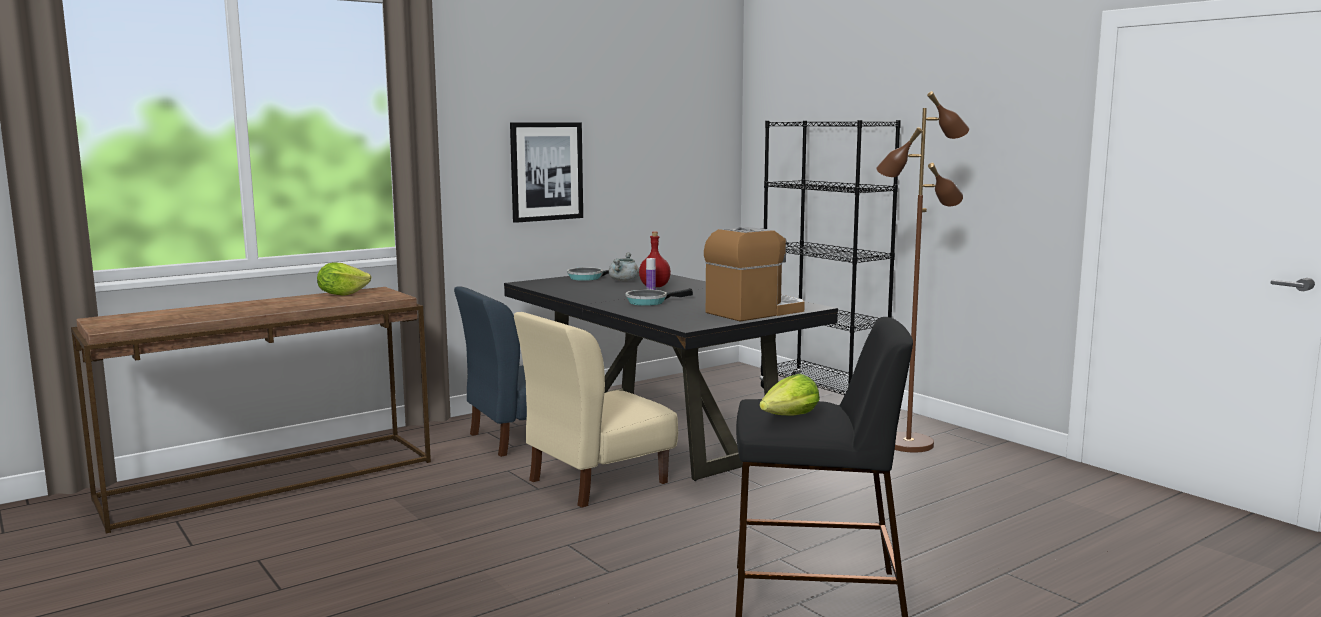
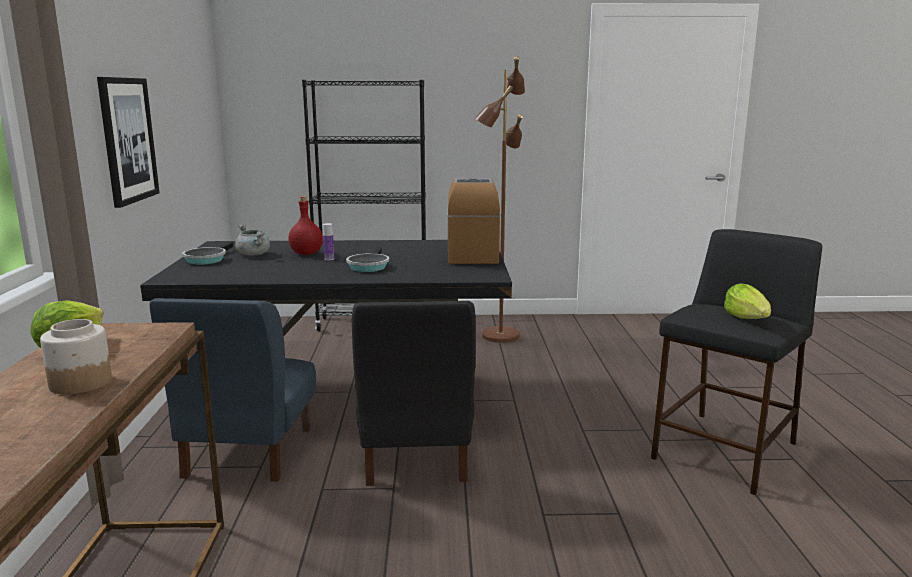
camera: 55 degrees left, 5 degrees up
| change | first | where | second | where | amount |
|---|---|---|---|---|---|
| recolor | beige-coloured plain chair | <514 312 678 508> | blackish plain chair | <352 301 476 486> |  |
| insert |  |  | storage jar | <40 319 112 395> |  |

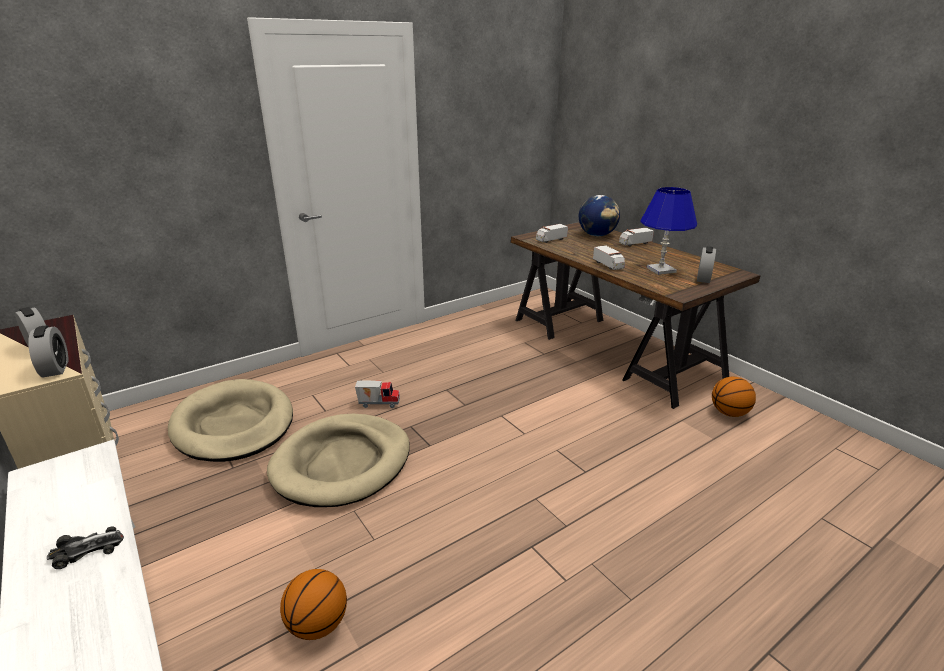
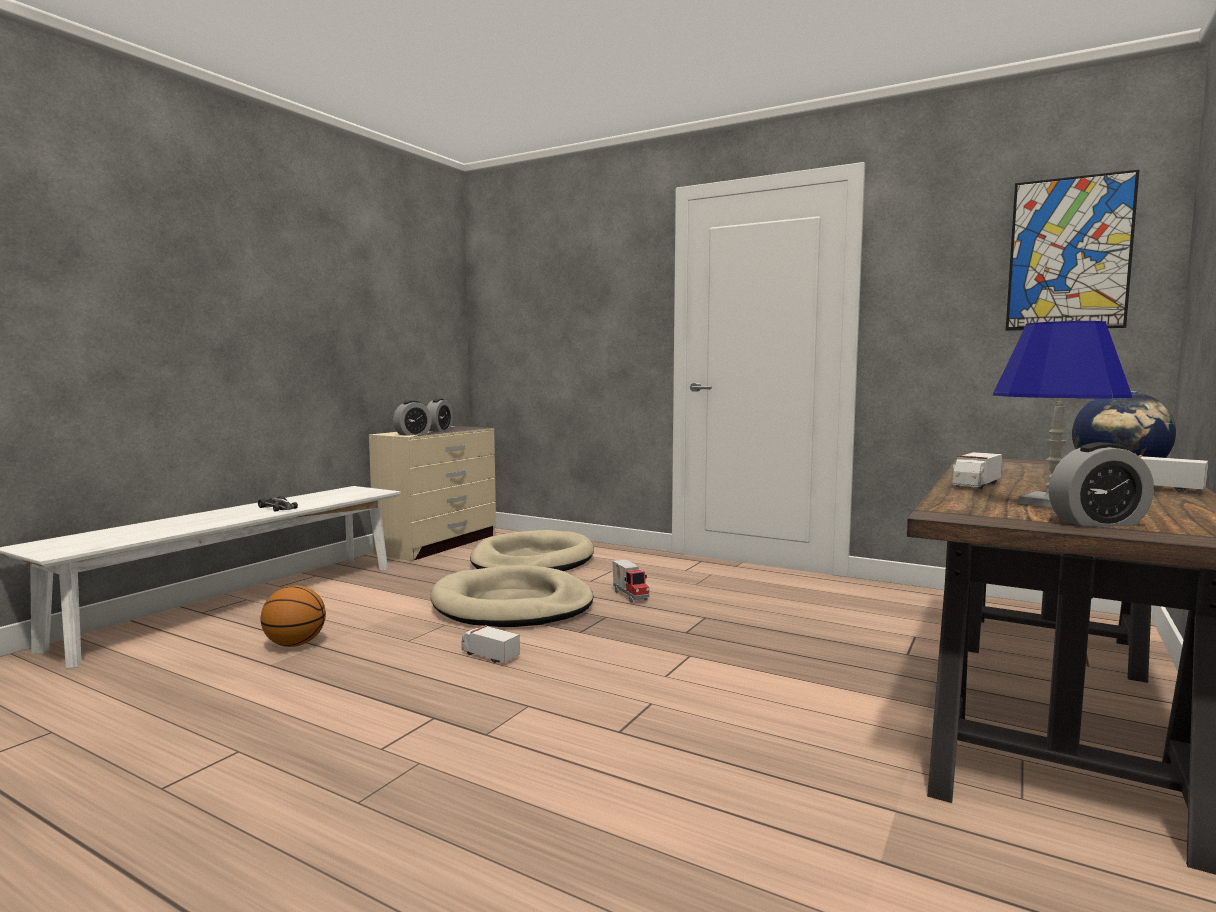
camera: 65 degrees right, 20 degrees down
| change | first | where | second | where | amount |
|---|---|---|---|---|---|
| move | model truck | <536 224 568 243> |  | <461 625 520 663> |  |
| delete | ball for basketball | <712 377 756 417> |  |  |  |
| insert |  |  | wall art | <1006 169 1140 331> |  |

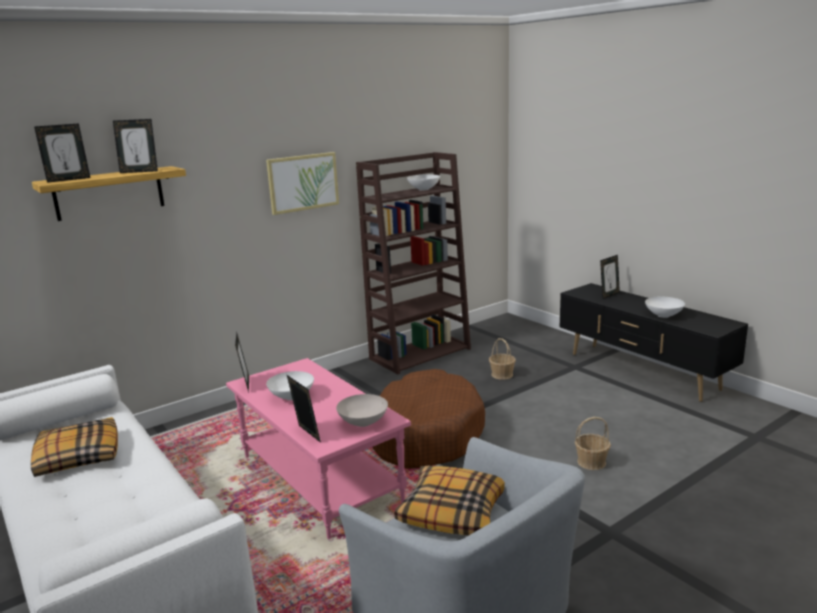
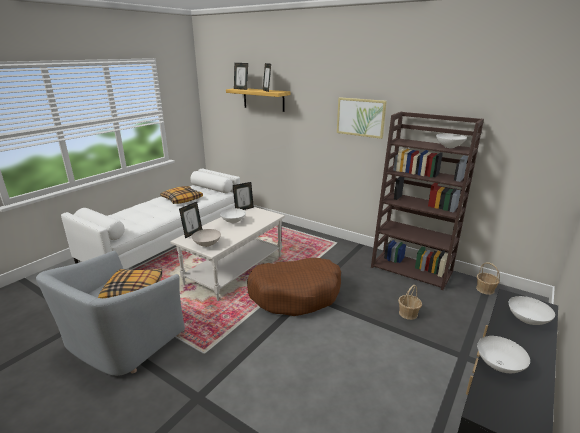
camera: 70 degrees right, 5 degrees up
| change | first | where | second | where | amount |
|---|---|---|---|---|---|
| replace | picture frame | <600 255 620 299> | white-coloured serving bowl | <509 296 555 325> |  |
| recolor | pink low table | <226 358 411 539> | white-coloured low table | <170 207 285 301> |  |
| move | basket | <575 417 611 470> |  | <476 262 500 295> |  |

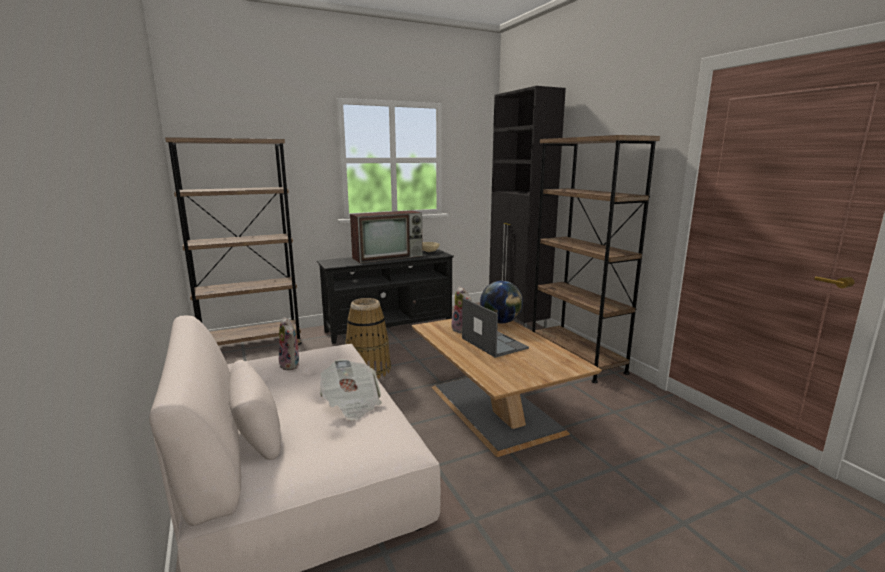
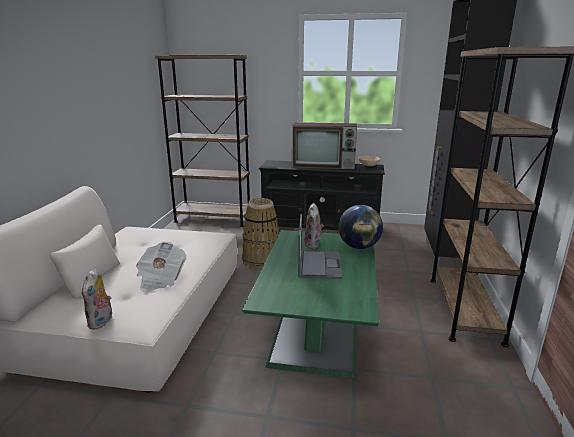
camera: 35 degrees right, 5 degrees up
| change | first | where | second | where | amount |
|---|---|---|---|---|---|
| move | plush toy | <279 317 301 370> |  | <82 268 112 330> |  |
| recolor | brown-coloured low table | <412 319 602 457> | greenish low table | <242 230 379 378> |  |

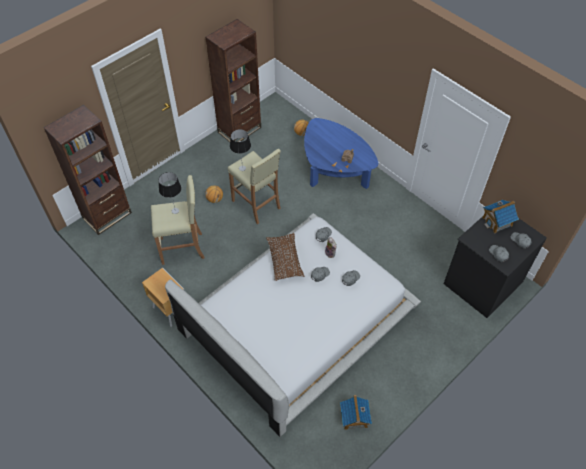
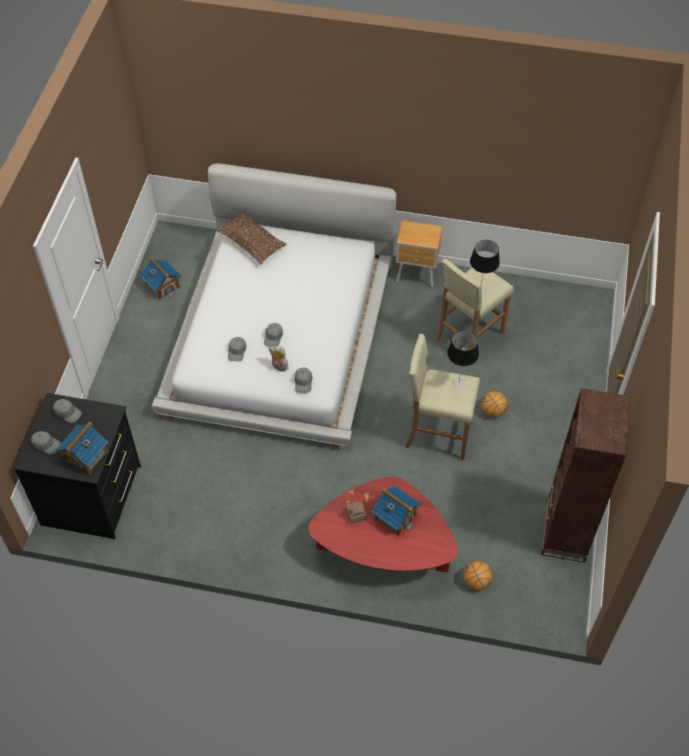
camera: 145 degrees right, 0 degrees up
| change | first | where | second | where | amount |
|---|---|---|---|---|---|
| delete | brown-coloured bookshelf | <44 105 132 235> |  |  |  |
| recolor | blue low table | <304 118 378 189> | red low table | <308 477 458 572> |  |
| move | brown-coloured throw pillow | <266 233 304 281> |  | <217 212 287 264> |  |
| insert |  |  | miniature house | <371 485 421 536> |  |

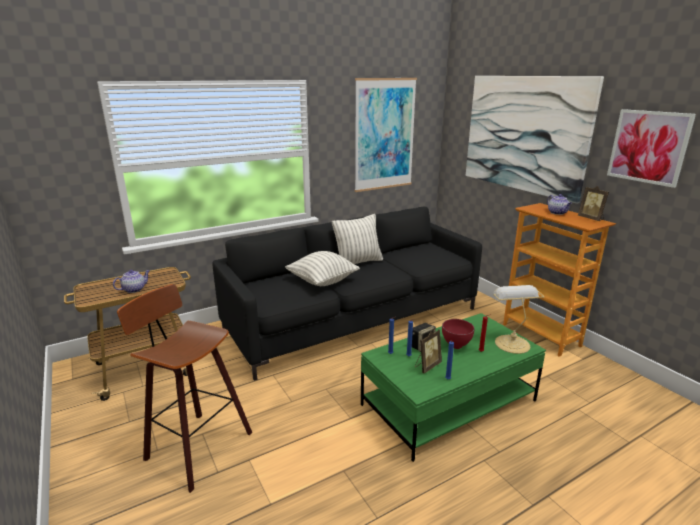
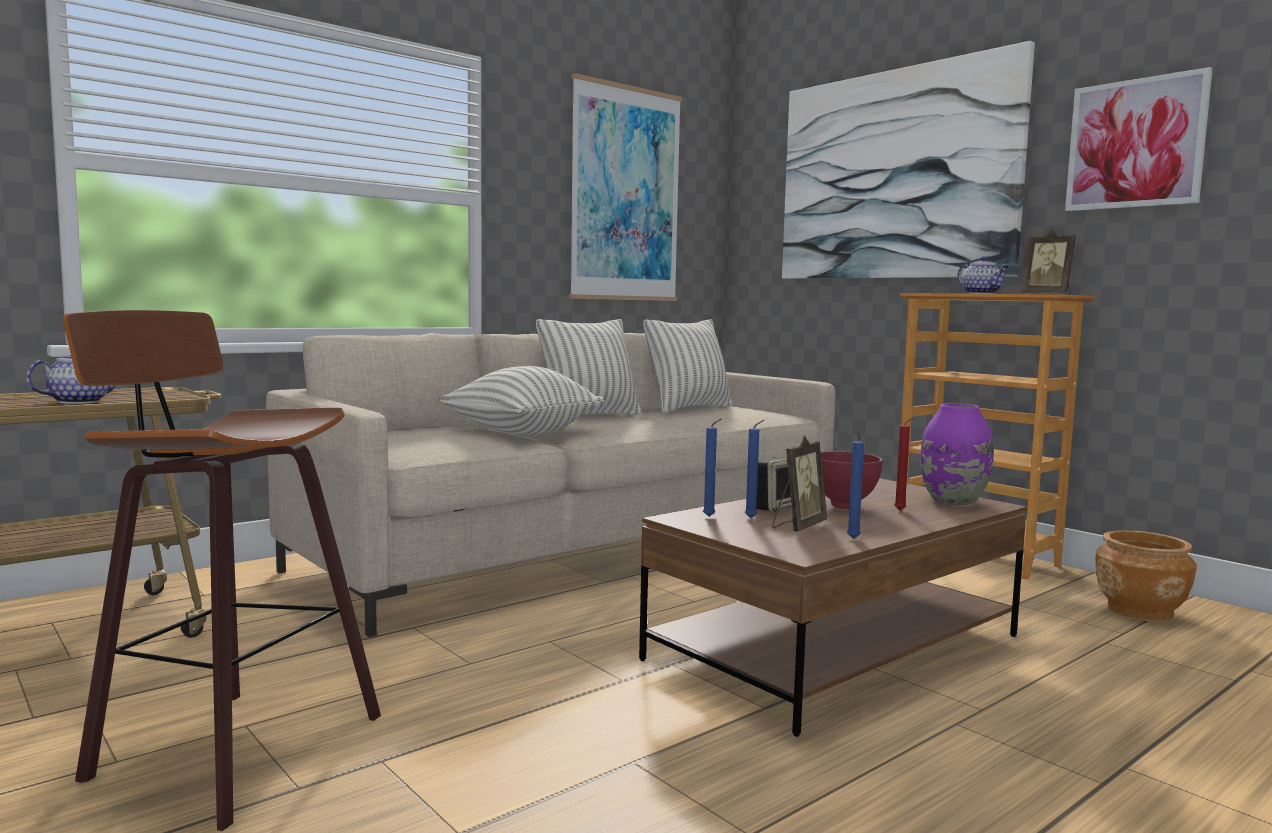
camera: 10 degrees left, 15 degrees down
| change | first | where | second | where | amount |
|---|---|---|---|---|---|
| recolor | blackish sofa | <212 207 482 381> | beige-coloured sofa | <266 333 835 637> |  |
| replace | tabletop lamp | <493 285 544 354> | purple-coloured vase | <920 403 994 506> |  |
| recolor | greenish low table | <361 313 546 462> | brown-coloured low table | <639 478 1027 737> |  |
| insert |  |  | throw pillow | <643 319 732 412> |  |
| insert |  |  | brown-coloured flower pot | <1095 530 1197 622> |  |

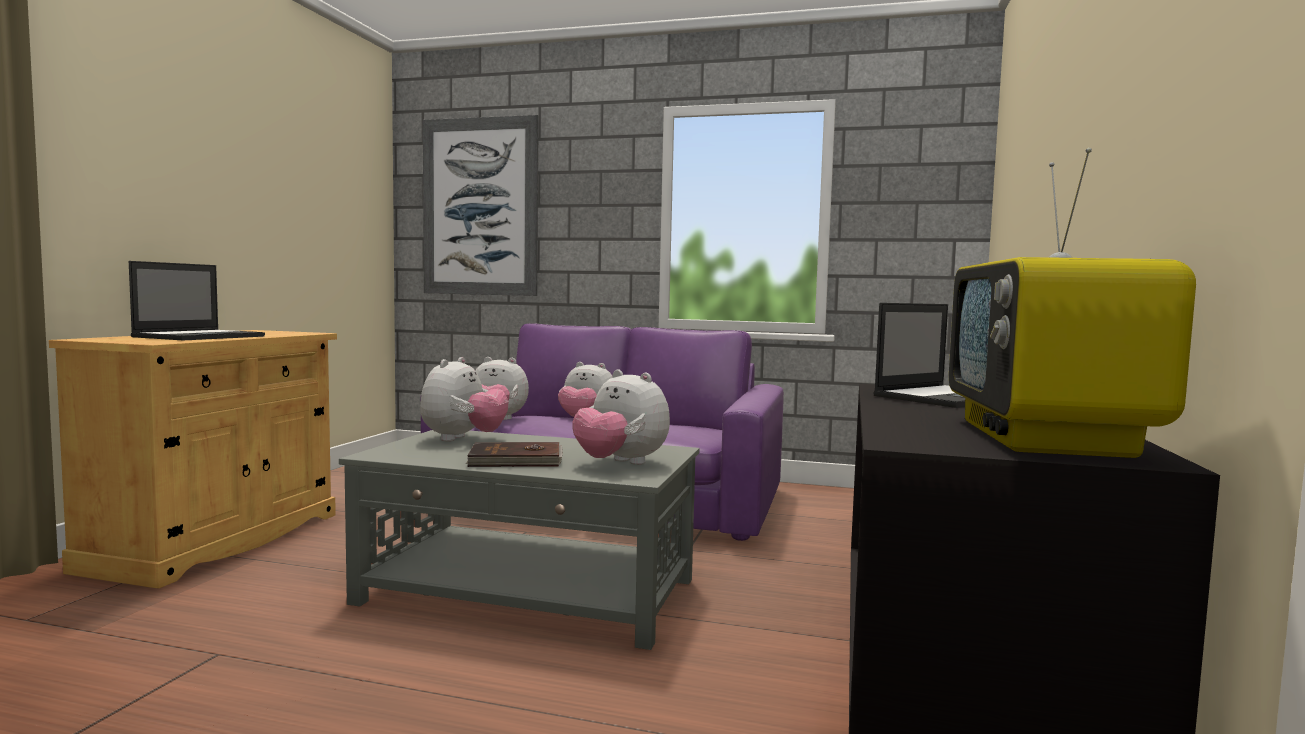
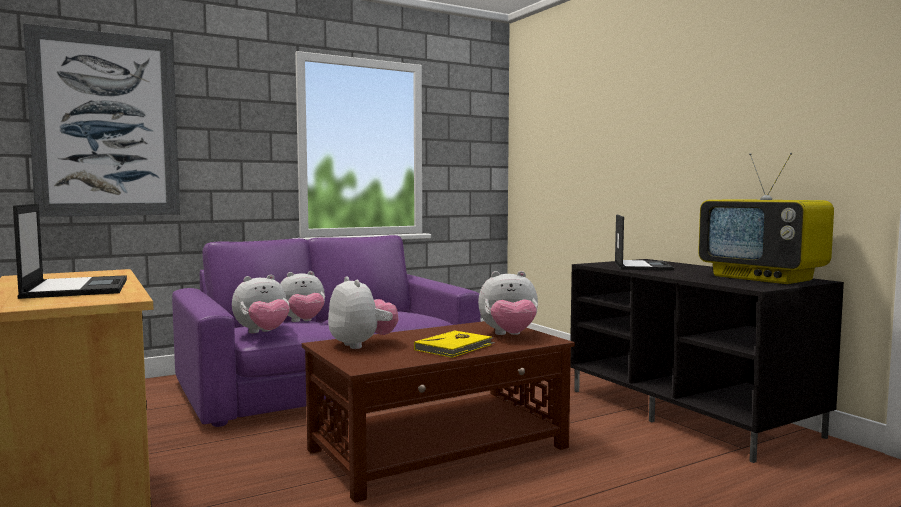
camera: 45 degrees left, 0 degrees up
| change | first | where | second | where | amount |
|---|---|---|---|---|---|
| recolor | grey low table | <339 430 700 650> | brown-coloured low table | <302 321 575 503> |  |
| recolor | brown-coloured bound book | <466 442 563 467> | yellow-coloured bound book | <414 330 496 358> |  |

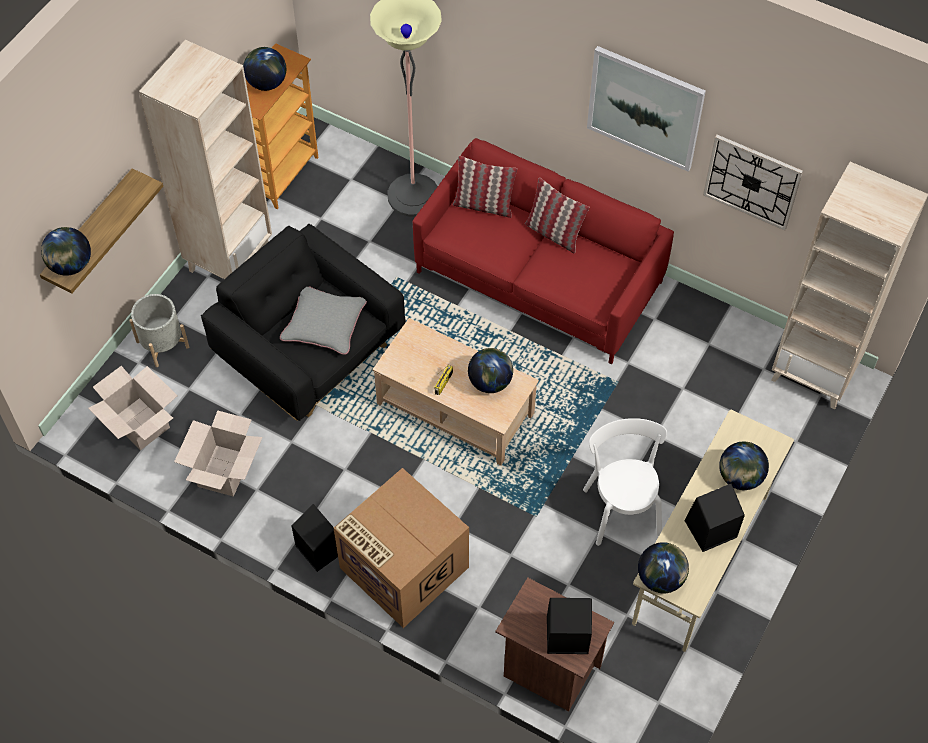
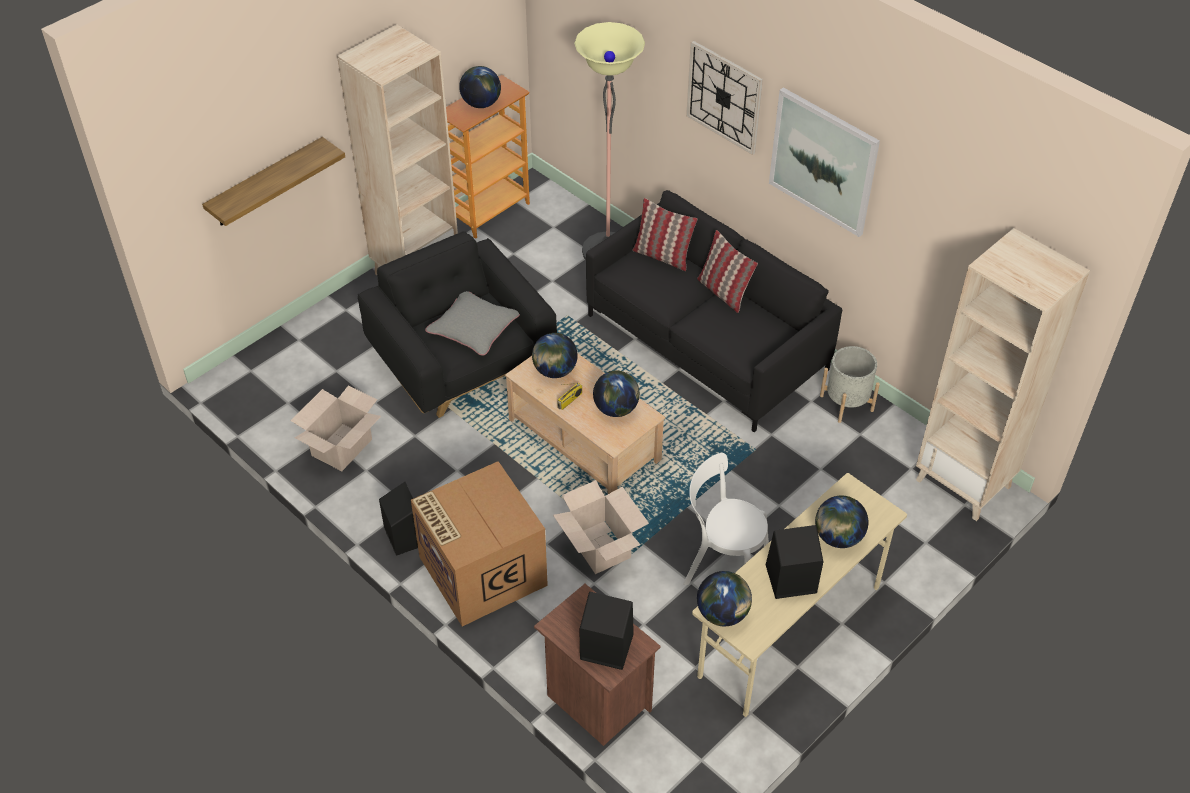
camera: 15 degrees right, 10 degrees down
| change | first | where | second | where | amount |
|---|---|---|---|---|---|
| move | wall clock | <703 135 803 230> |  | <686 41 763 155> |  |
| recolor | red sofa | <413 138 674 364> | blackish sofa | <586 190 842 432> |  |
| move | globe | <41 227 91 276> |  | <532 333 578 378> |  |
| move | grey flower pot | <129 294 189 367> |  | <820 346 880 423> |  |
| move | packing box | <88 366 177 450> |  | <553 480 649 574> |  |
| rotate | white-coloured plain chair | <583 418 667 546> |  | <683 453 769 585> | 75 degrees counterclockwise |

